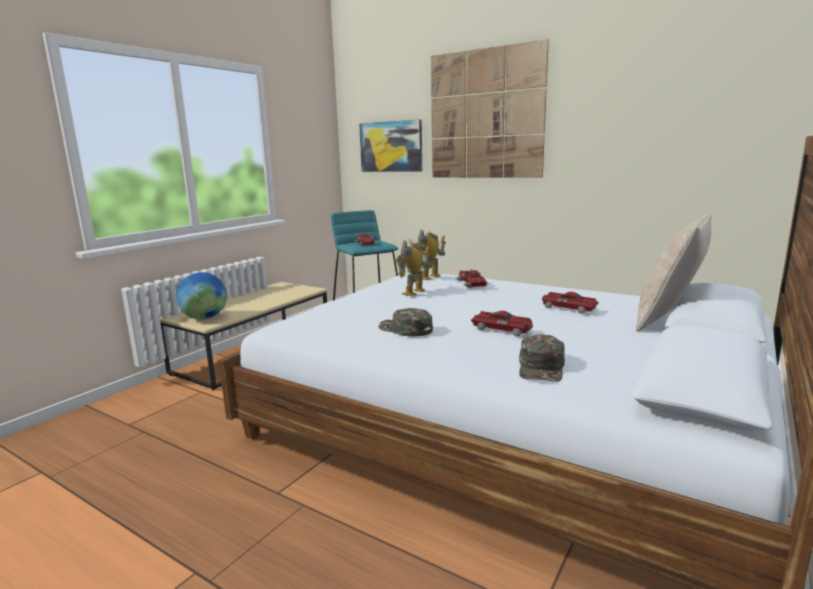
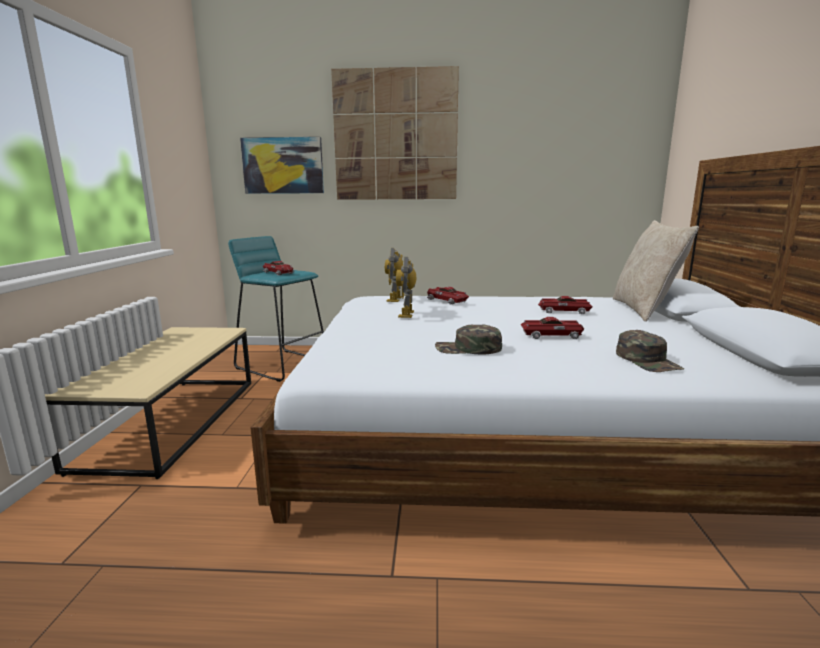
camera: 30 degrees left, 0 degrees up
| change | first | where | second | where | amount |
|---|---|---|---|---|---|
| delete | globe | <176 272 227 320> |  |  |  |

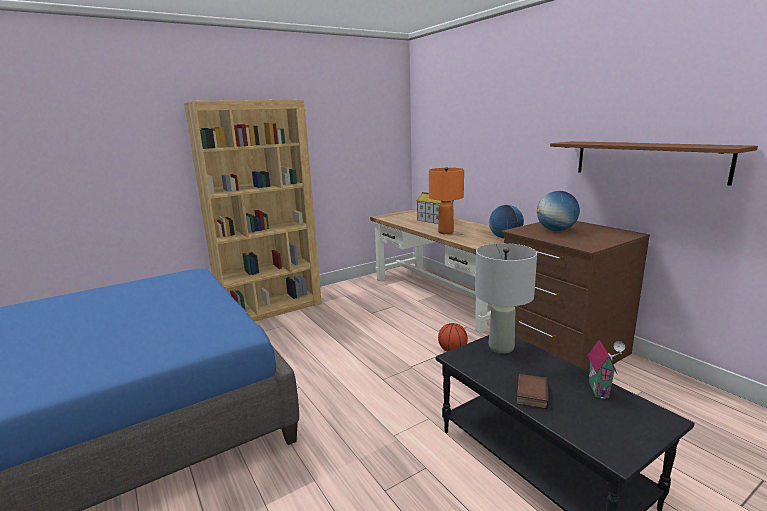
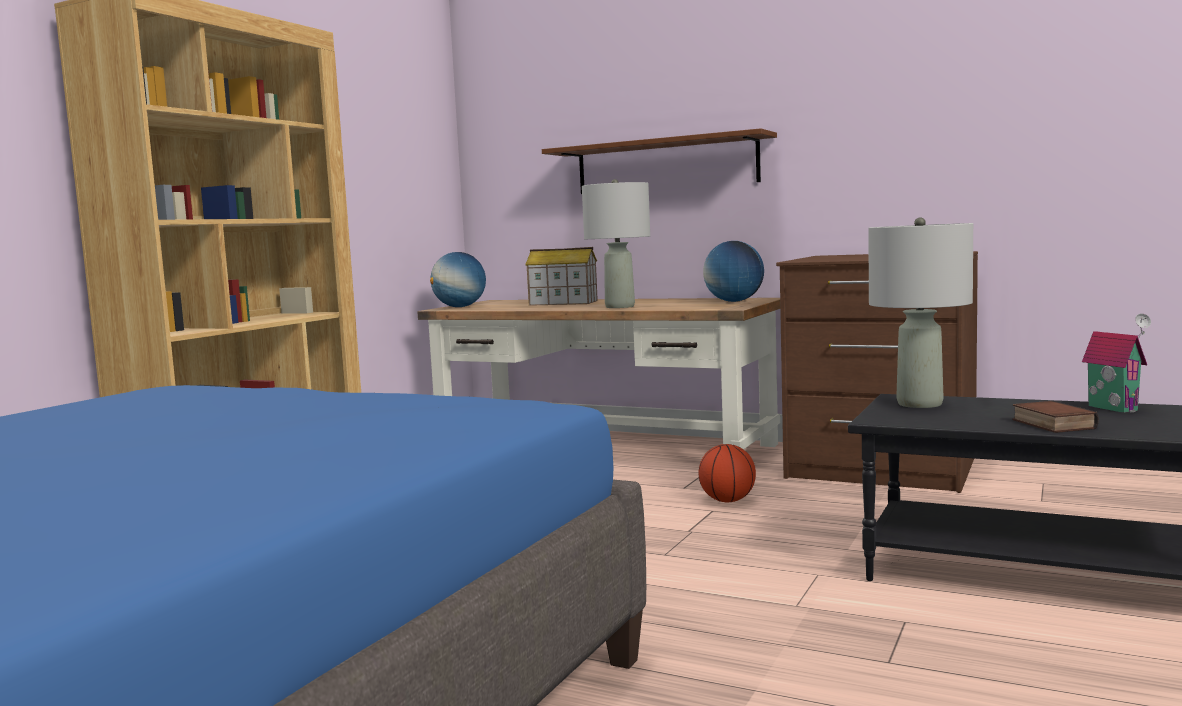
camera: 30 degrees left, 10 degrees down
| change | first | where | second | where | amount |
|---|---|---|---|---|---|
| move | brown-coloured bracket shelf | <550 141 758 186> |  | <542 128 777 194> |  |
| recolor | orange-coloured tabletop lamp | <429 167 464 234> | grey tabletop lamp | <582 179 650 308> |  |
| move | globe | <537 191 580 231> |  | <430 252 486 307> |  |

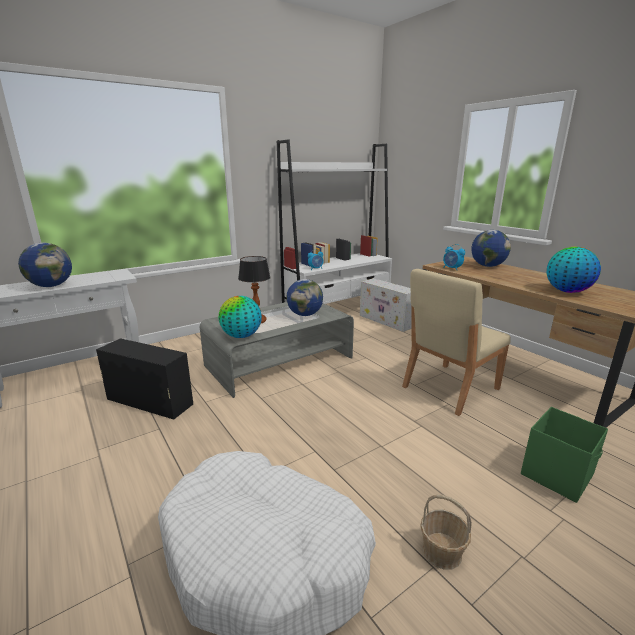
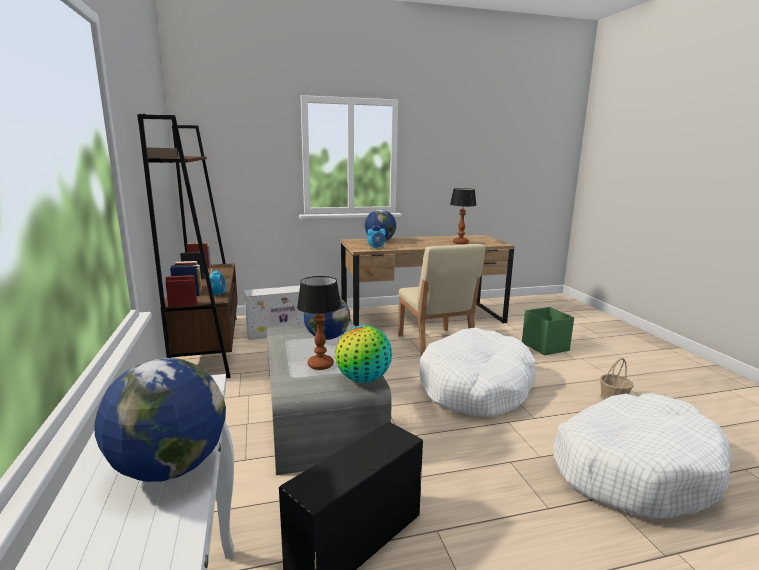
camera: 70 degrees left, 5 degrees down
| change | first | where | second | where | amount |
|---|---|---|---|---|---|
| recolor | white-coloured bookshelf | <277 140 392 304> | brown-coloured bookshelf | <137 114 238 378> |  |
| replace | globe | <547 247 601 293> | tabletop lamp | <450 188 477 244> |  |
| insert |  |  | white-coloured pet bed | <419 328 536 417> |  |

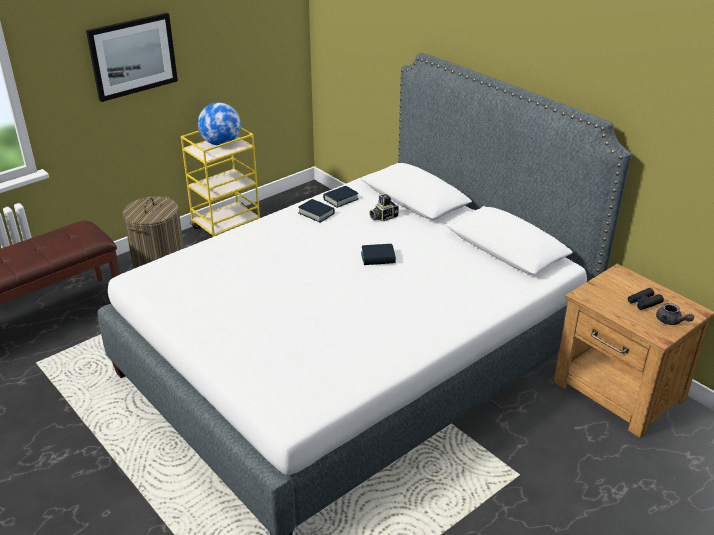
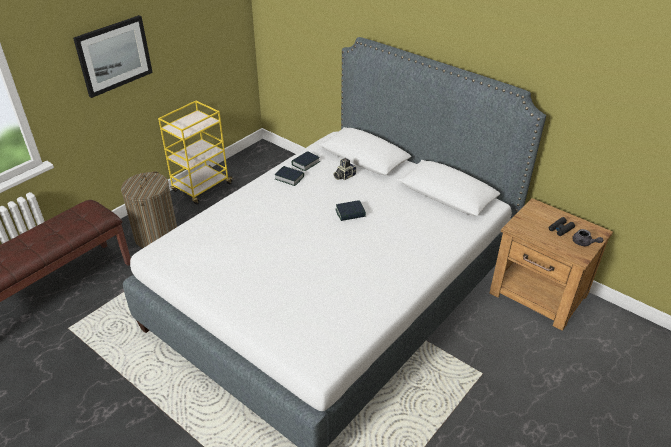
camera: 10 degrees left, 5 degrees up
| change | first | where | second | where | amount |
|---|---|---|---|---|---|
| delete | globe | <198 102 241 145> |  |  |  |

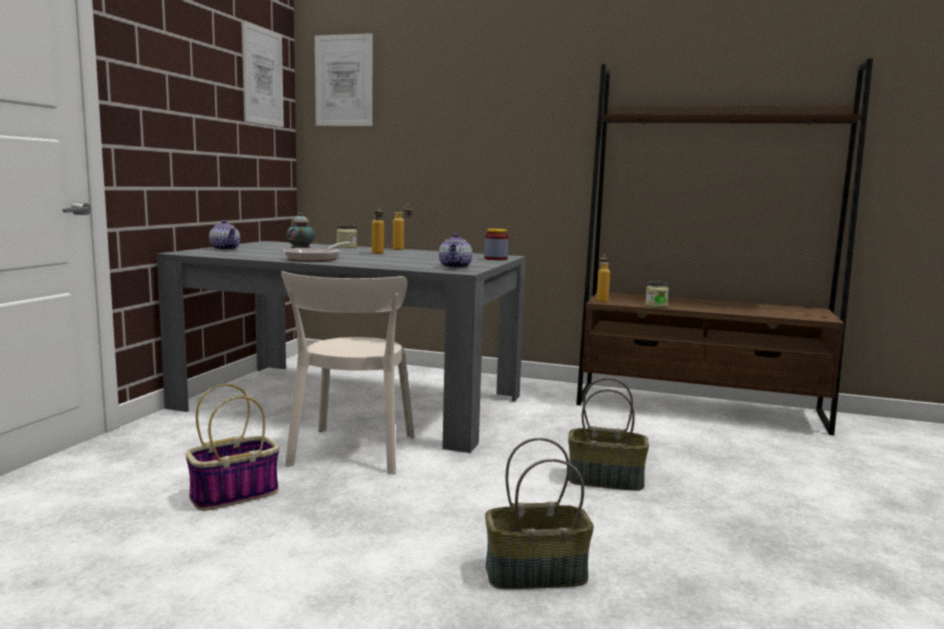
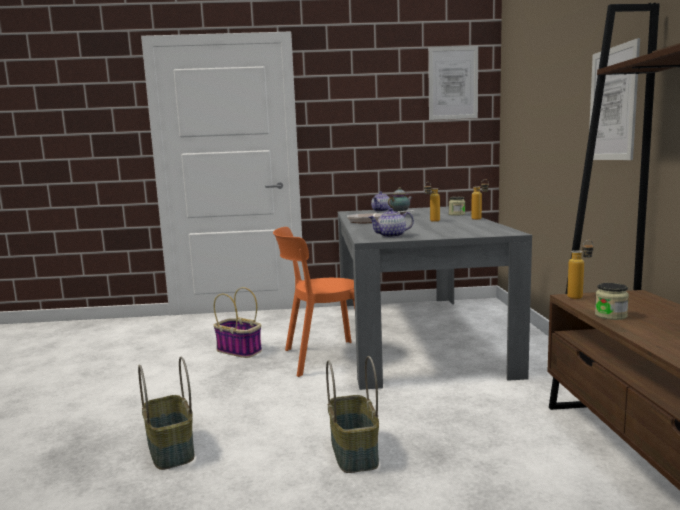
camera: 70 degrees right, 0 degrees up
| change | first | where | second | where | amount |
|---|---|---|---|---|---|
| move | wall art | <315 33 372 126> |  | <589 38 640 160> |  |
| delete | storage jar | <484 229 508 260> |  |  |  |
| recolor | beige-coloured plain chair | <281 271 415 474> | orange-coloured plain chair | <273 227 355 377> |  |

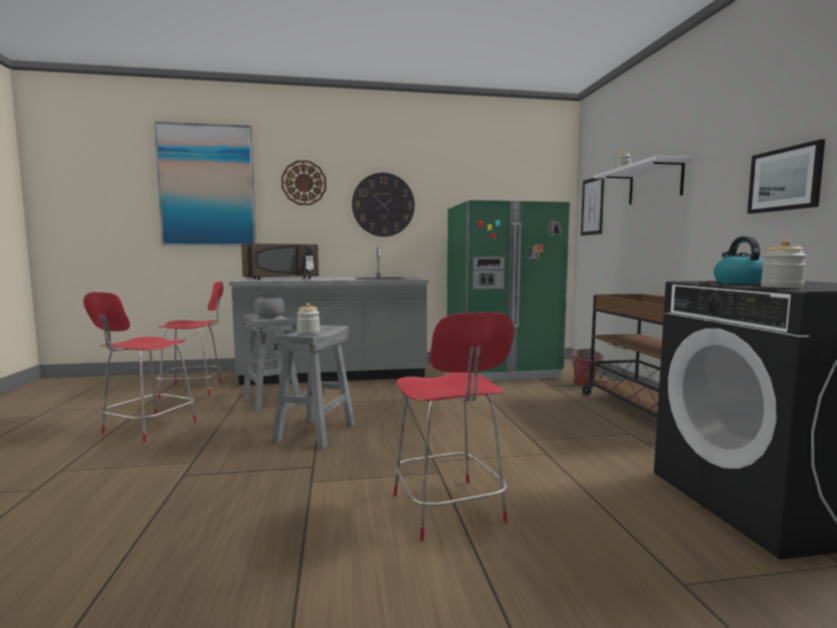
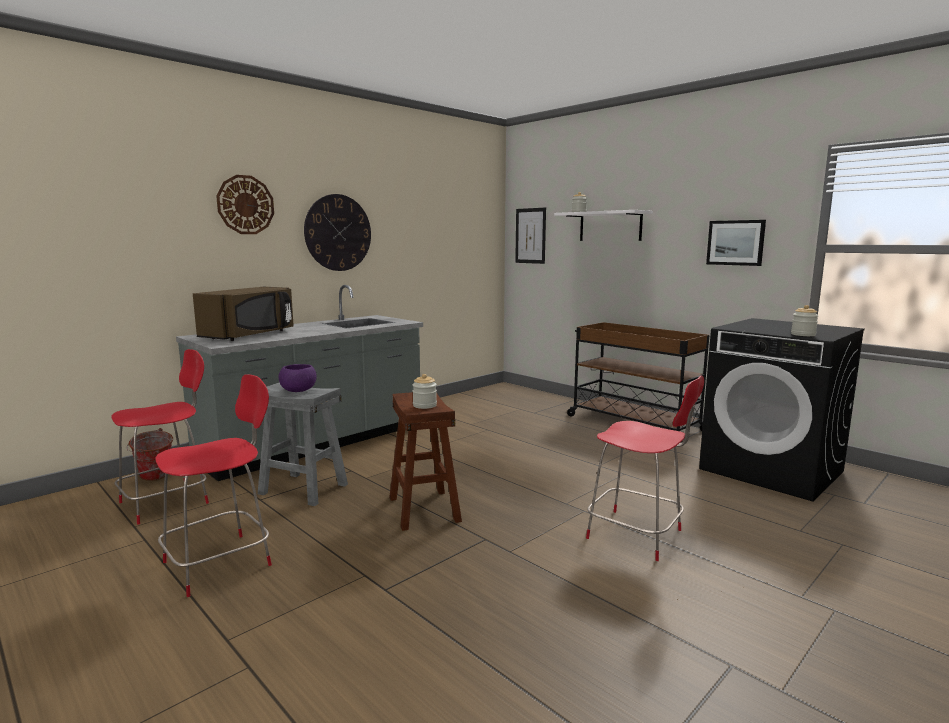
camera: 35 degrees left, 5 degrees up
| change | first | where | second | where | amount |
|---|---|---|---|---|---|
| delete | wall art | <154 121 256 246> |  |  |  |
| delete | greenish refrigerator | <447 200 570 381> |  |  |  |
| delete | water kettle | <713 236 764 284> |  |  |  |
| rotate | red plain chair | <83 292 197 442> |  | <155 374 272 597> | 120 degrees counterclockwise |
| recolor | grey serving bowl | <254 297 285 318> | purple-coloured serving bowl | <279 364 317 392> |  |
| recolor | grey stool | <272 325 355 449> | brown-coloured stool | <389 392 462 531> |  |
| move | water bucket | <570 348 604 386> |  | <127 428 173 481> |  |

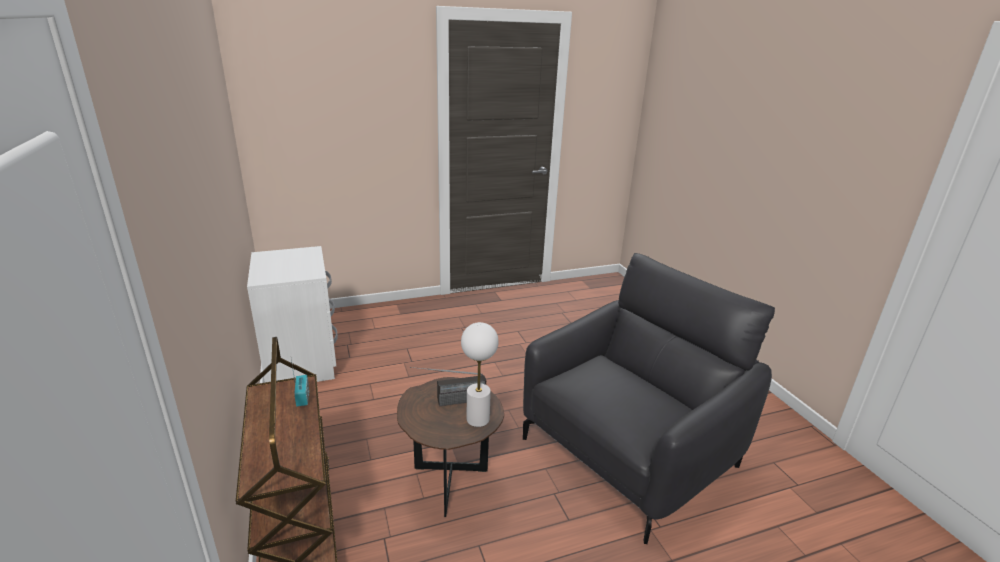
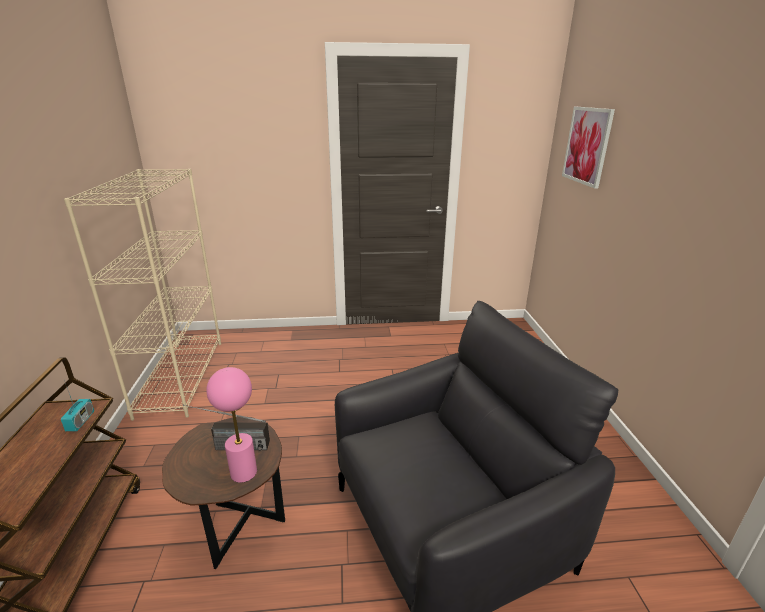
camera: 15 degrees right, 0 degrees up
| change | first | where | second | where | amount |
|---|---|---|---|---|---|
| replace | white-coloured bedside table | <247 246 338 383> | beige-coloured bookshelf | <64 169 221 421> |  |
| recolor | white-coloured tabletop lamp | <461 322 499 427> | pink tabletop lamp | <206 367 257 483> |  |
| insert |  |  | wall art | <562 107 615 189> |  |

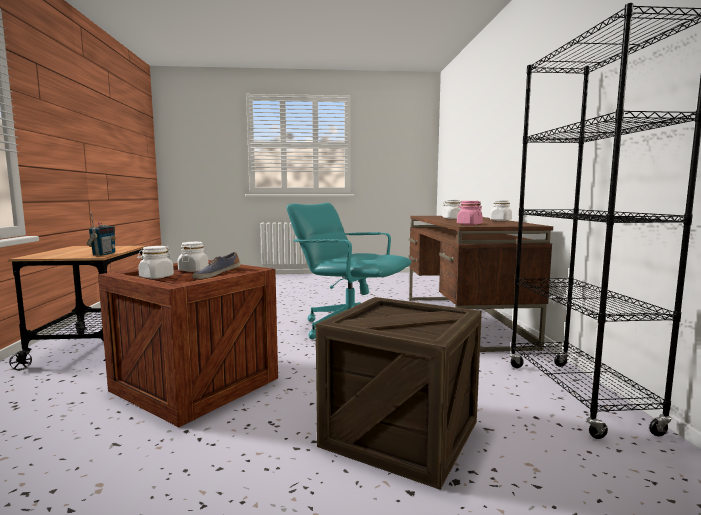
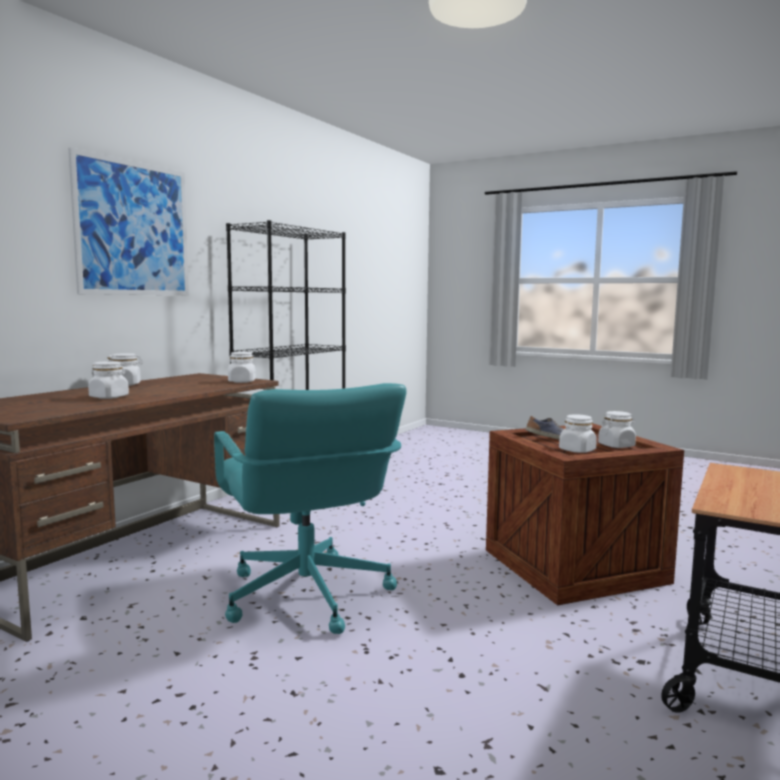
camera: 145 degrees left, 0 degrees up
| change | first | where | second | where | amount |
|---|---|---|---|---|---|
| recolor | pink storage jar | <457 201 483 225> | white-coloured storage jar | <228 352 256 383> |  |
| delete | radio receiver | <87 212 116 256> |  |  |  |
| delete | packing crate | <316 297 482 490> |  |  |  |
| insert |  |  | wall art | <68 148 189 295> |  |

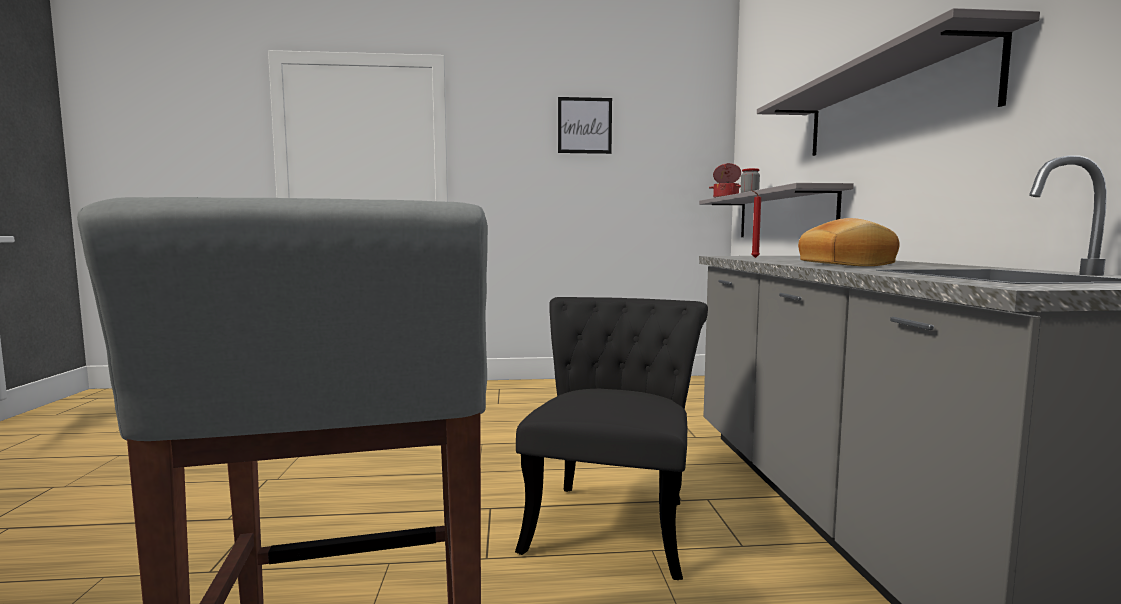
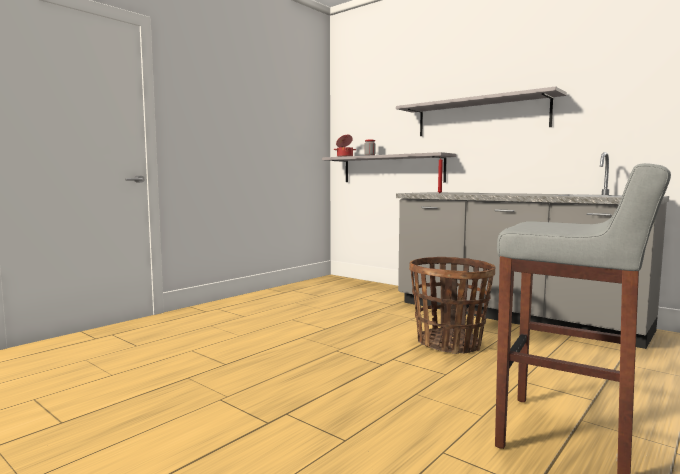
camera: 45 degrees left, 0 degrees up
| change | first | where | second | where | amount |
|---|---|---|---|---|---|
| delete | wall art | <558 97 612 154> |  |  |  |
| delete | baked bread | <798 218 900 266> |  |  |  |
| replace | blackish plain chair | <515 297 708 580> | basket | <409 257 496 354> |  |

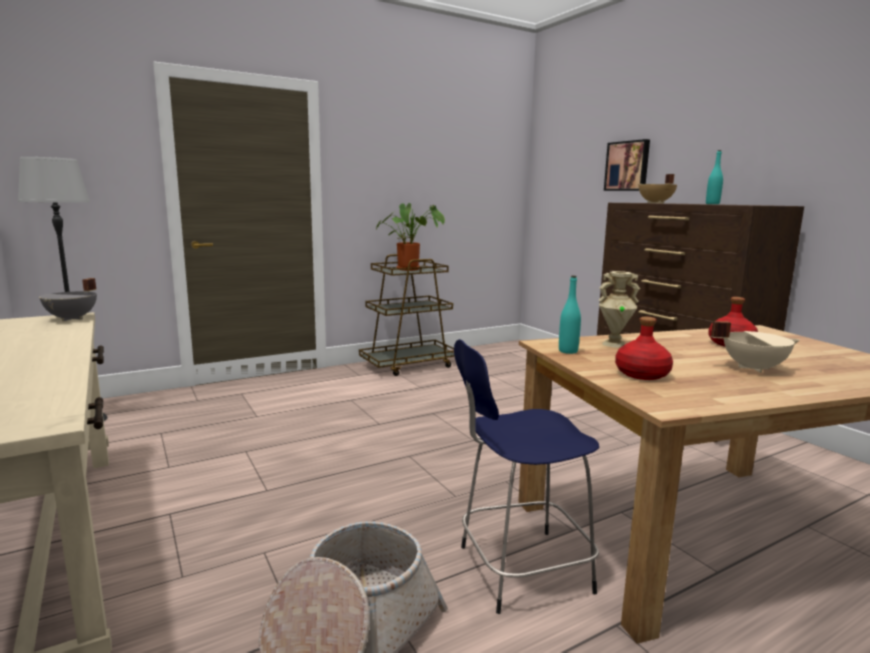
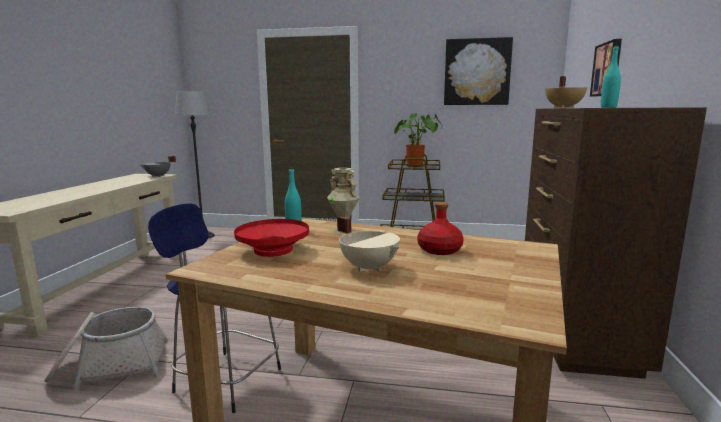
camera: 40 degrees right, 0 degrees up
| change | first | where | second | where | amount |
|---|---|---|---|---|---|
| replace | red drink bottle | <615 317 673 380> | red serving bowl | <234 219 309 257> |  |
| insert |  |  | wall art | <444 37 513 105> |  |

